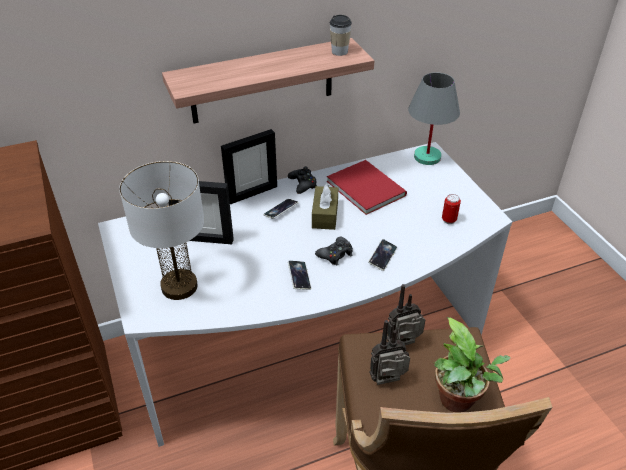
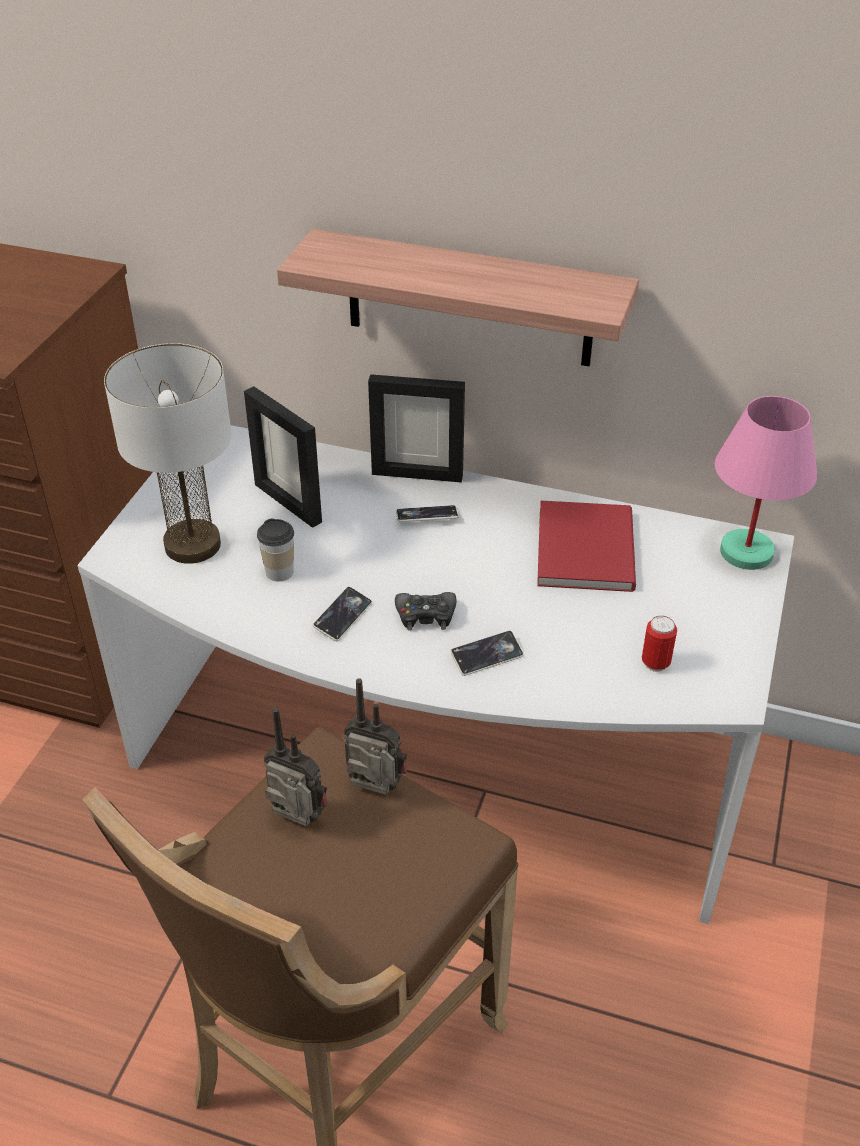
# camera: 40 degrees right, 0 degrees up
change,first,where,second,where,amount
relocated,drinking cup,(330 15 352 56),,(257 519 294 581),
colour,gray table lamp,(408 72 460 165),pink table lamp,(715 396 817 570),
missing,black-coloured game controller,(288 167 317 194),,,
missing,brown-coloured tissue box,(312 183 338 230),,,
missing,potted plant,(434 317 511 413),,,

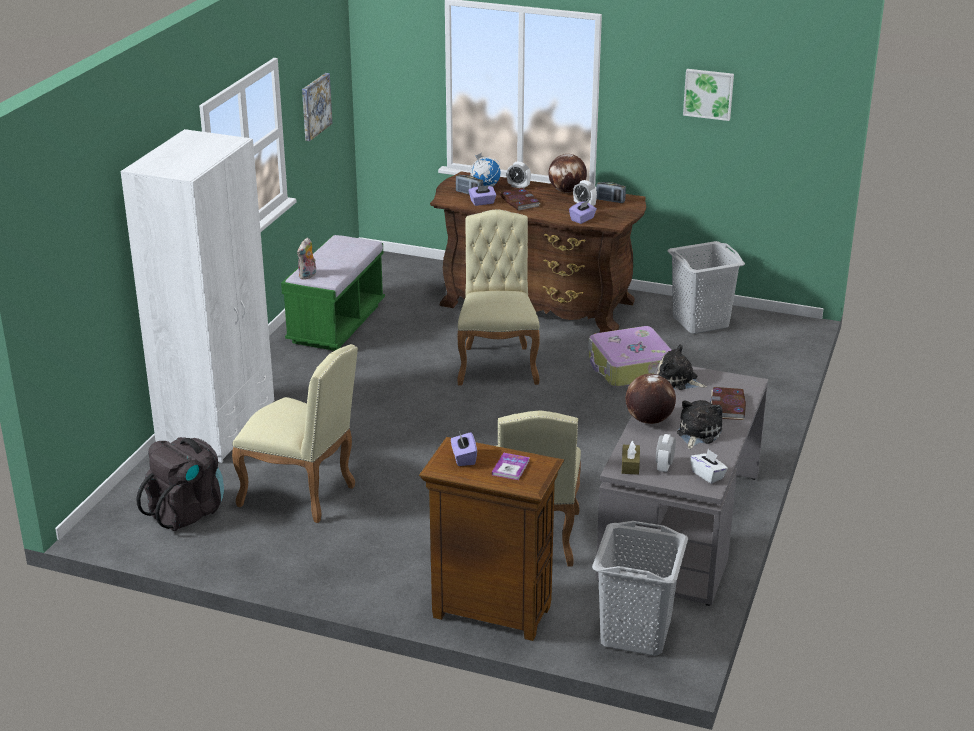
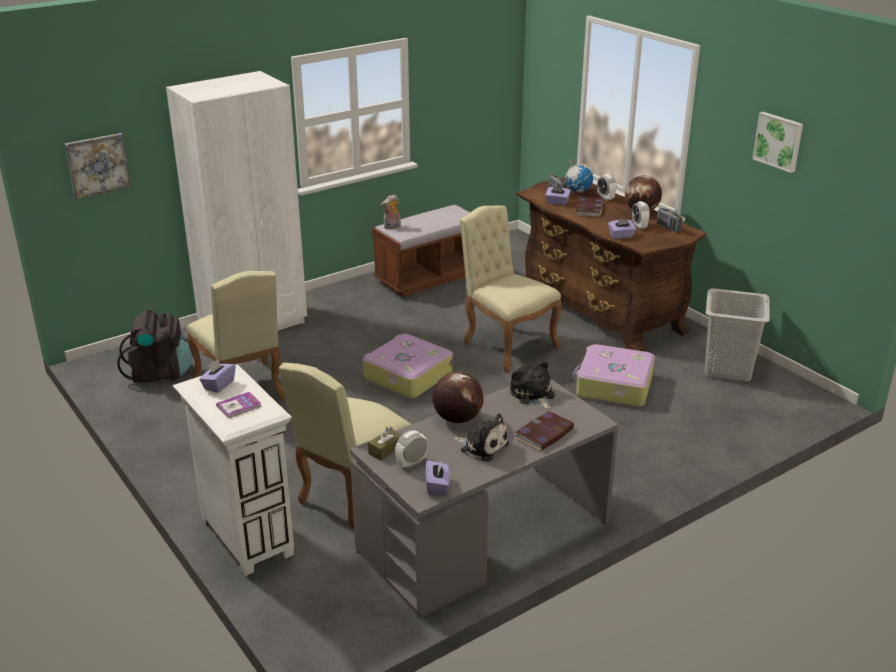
# camera: 35 degrees right, 0 degrees up
change,first,where,second,where,amount
relocated,wall picture,(302 73 332 141),,(64 133 131 199),
colour,brown-coloured cupboard,(419 437 564 641),white-coloured cupboard,(173 364 294 576),
appeared,,,travel case,(363 334 453 398),
colour,greenish long seat,(281 235 385 351),brown-coloured long seat,(372 205 470 297),
colour,white-coloured tissue box,(690 449 728 484),purple tissue box,(426 461 450 495),
spun,plush toy,(677 400 722 449),,(453 414 509 462),60 degrees clockwise
spun,beige upright chair,(458 209 540 386),,(460 205 561 373),75 degrees counterclockwise
missing,gray hamper,(592 521 688 656),,,

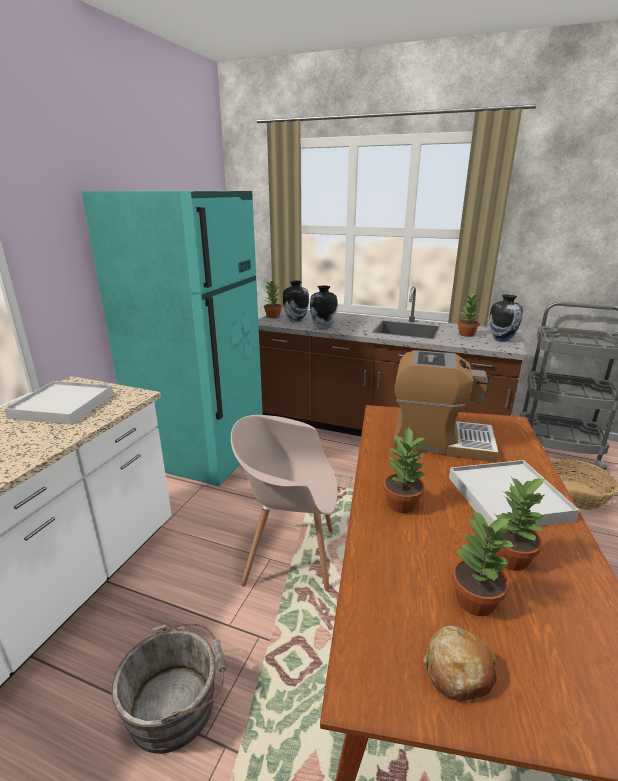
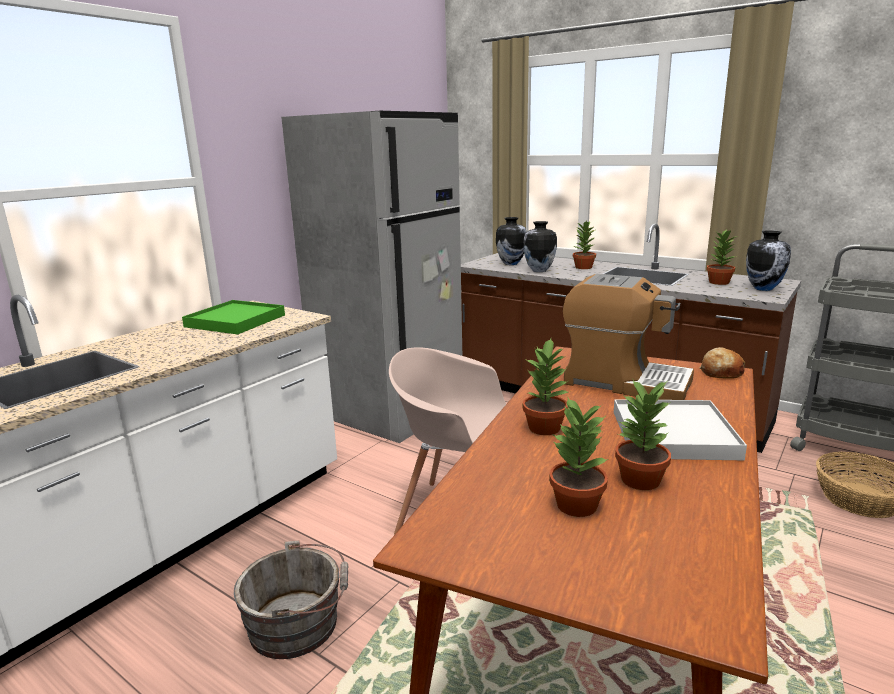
# camera: 15 degrees right, 5 degrees down
change,first,where,second,where,amount
colour,white-coloured serving tray,(4 381 114 425),greenish serving tray,(182 300 285 335),
colour,turquoise-coloured kitchen fridge,(81 191 263 487),gray kitchen fridge,(281 111 462 443),
relocated,potted plant,(264 279 282 318),,(573 221 596 269),
relocated,bakery bread,(423 625 497 702),,(699 347 745 379),

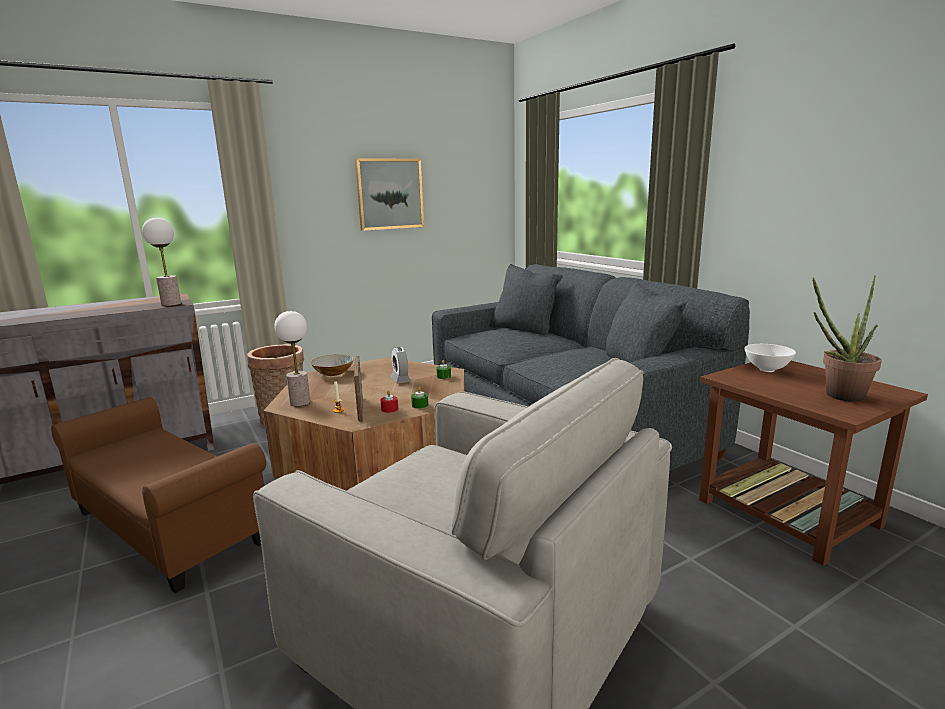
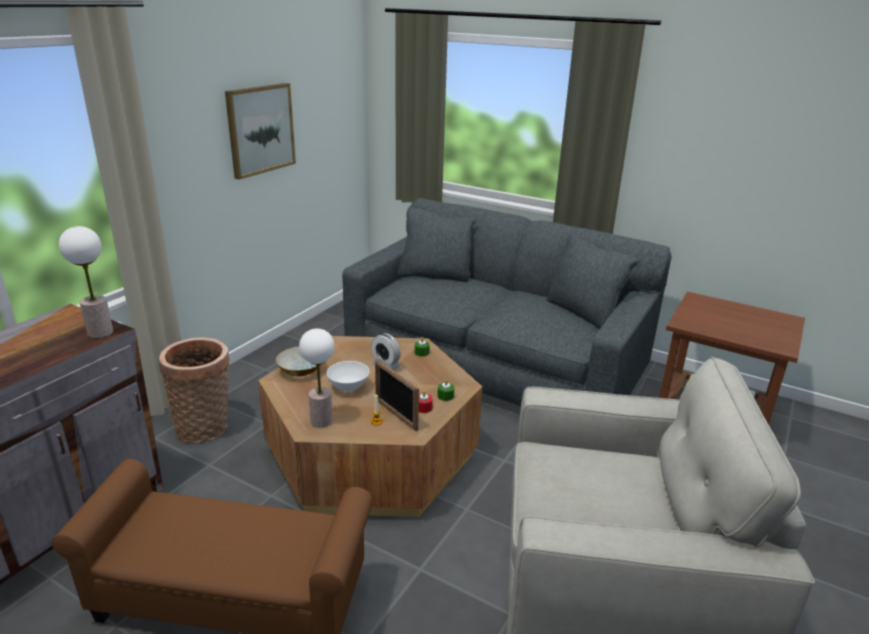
# camera: 30 degrees left, 10 degrees up
change,first,where,second,where,amount
relocated,white-coloured serving bowl,(744 344 796 372),,(327 361 370 392),
missing,potted plant,(813 275 881 402),,,

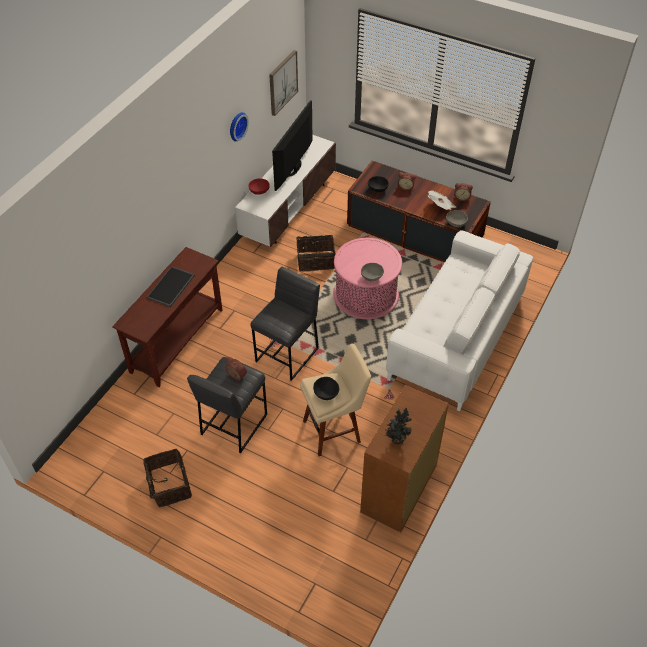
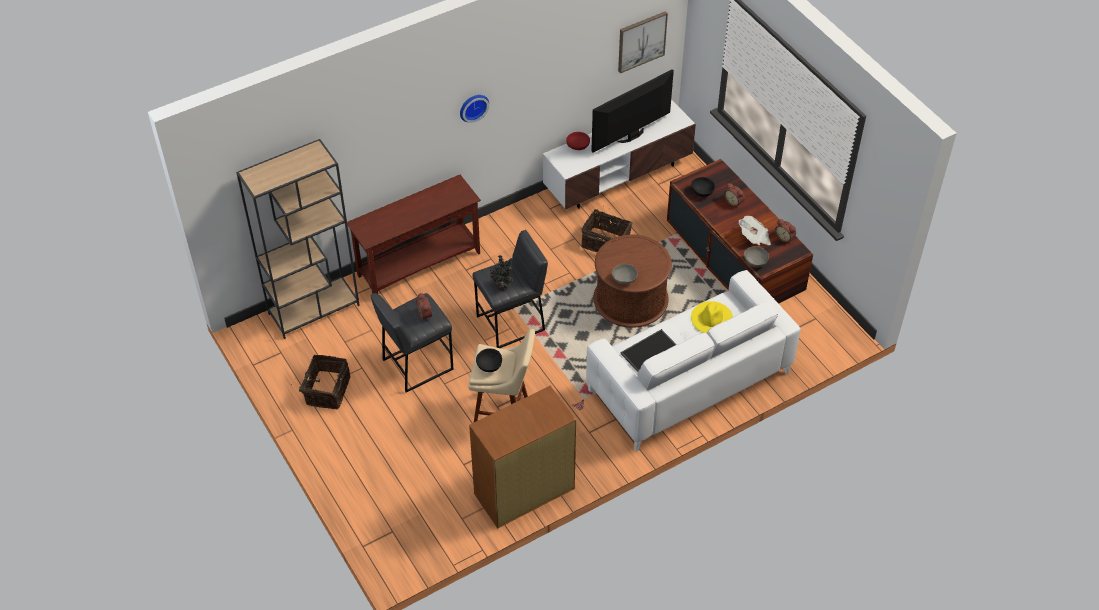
# camera: 30 degrees right, 0 degrees up
change,first,where,second,where,amount
appeared,,,bookshelf,(236 139 360 339),
relocated,clock on the wall,(230 112 249 142),,(460 95 489 123),
relocated,potted plant,(385 408 412 444),,(489 255 513 290),
colour,pink low table,(333 238 402 319),brown-coloured low table,(593 235 672 328),
relocated,serving tray,(146 266 195 307),,(620 329 677 372),
appeared,,,yellowish hat,(691 301 733 333),

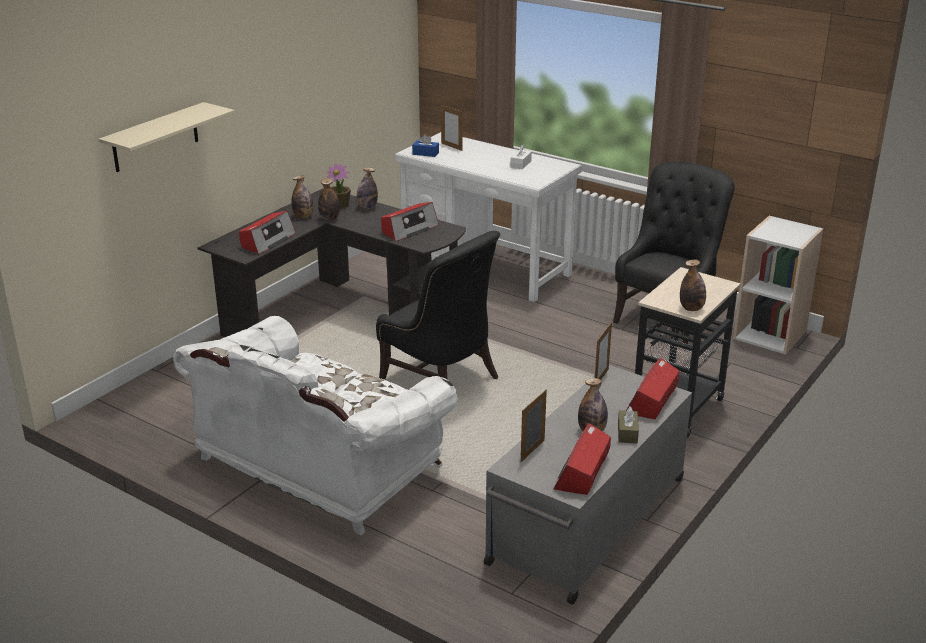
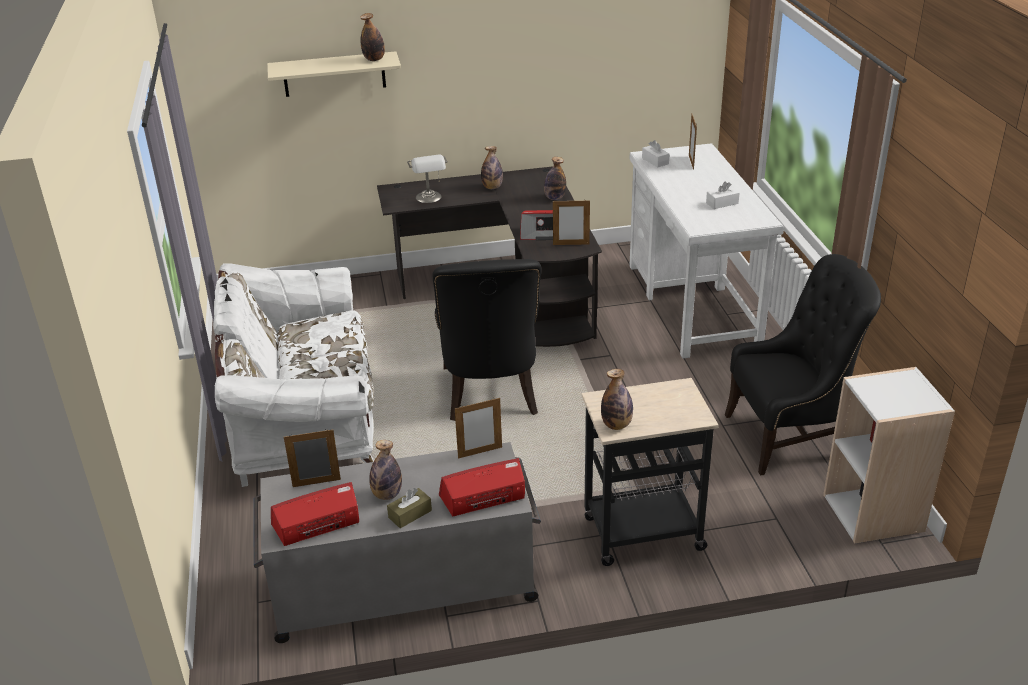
# camera: 45 degrees right, 5 degrees up
change,first,where,second,where,amount
relocated,beverage bottle,(318 178 340 220),,(360 13 385 61),
exchanged,radio set,(239 211 296 254),white-coloured table lamp,(407 155 448 203),
appeared,,,standing frame,(553 199 590 245),
colour,blue-coloured tissue box,(412 134 439 157),white-coloured tissue box,(642 140 669 168),
missing,potted plant,(327 164 351 208),,,

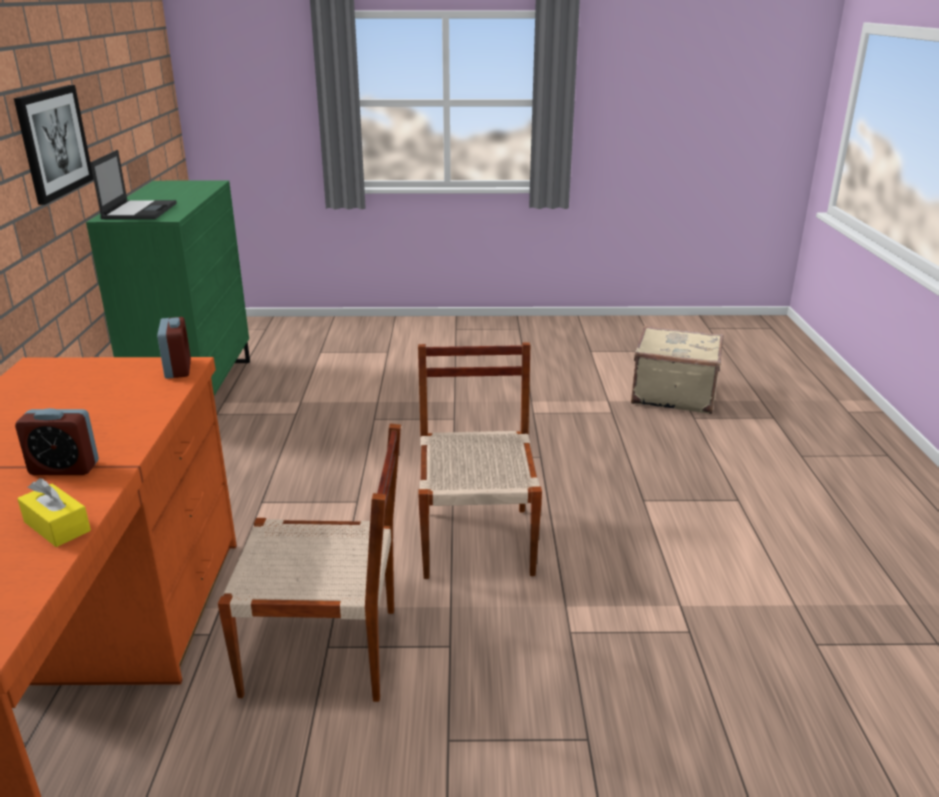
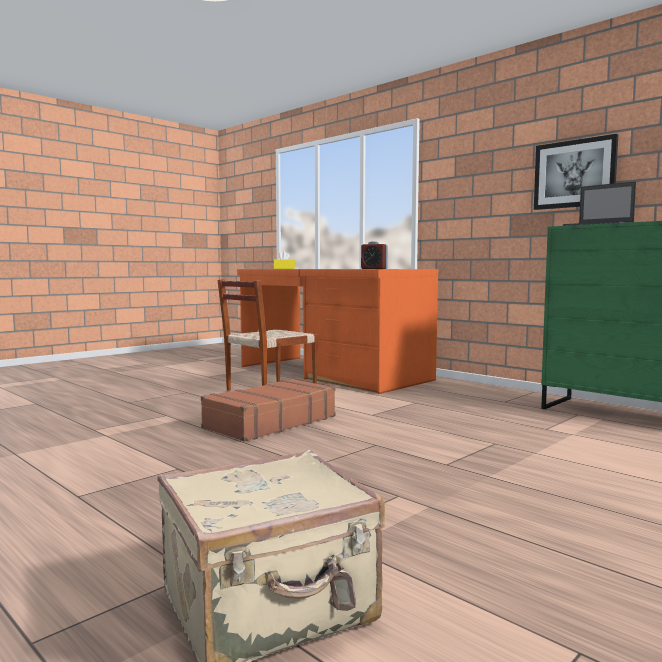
# camera: 135 degrees right, 20 degrees down
change,first,where,second,where,amount
exchanged,upright chair,(418 342 542 579),brown-coloured travel case,(201 378 336 442),
missing,bedside clock,(15 408 99 475),,,

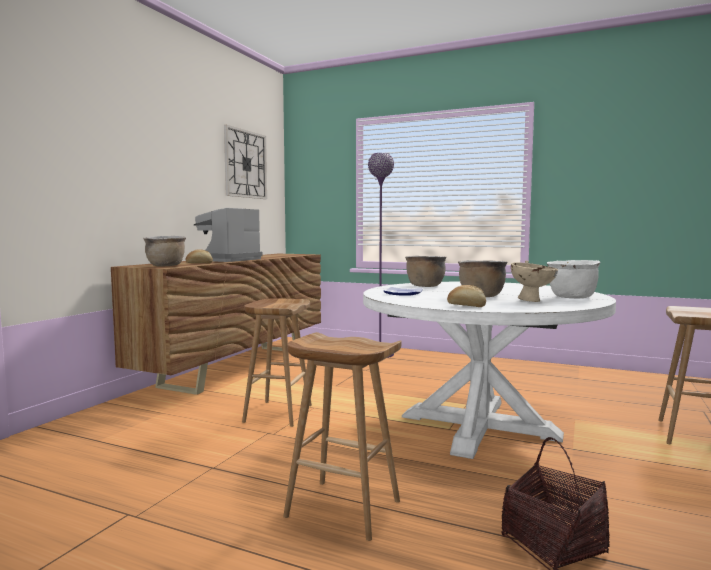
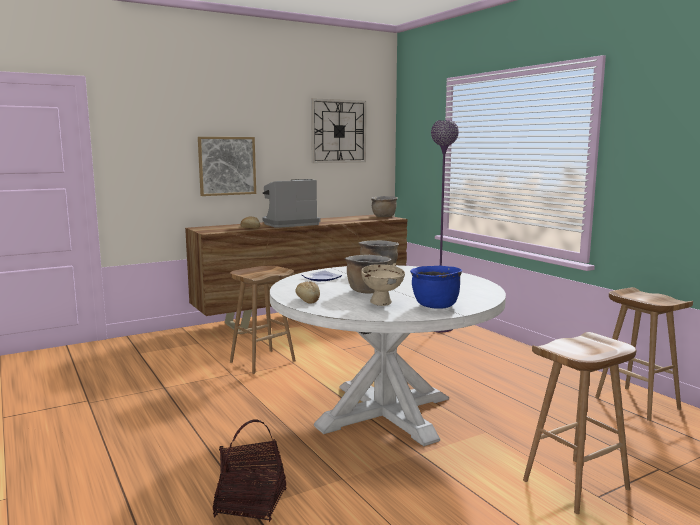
# camera: 35 degrees right, 5 degrees up
change,first,where,second,where,amount
appeared,,,wall picture,(198 137 256 196),
relocated,brown-coloured stockpot,(143 236 186 267),,(371 196 398 217),
colour,white-coloured stockpot,(547 260 600 298),blue-coloured stockpot,(410 265 462 309),
relocated,brown-coloured sitting stool,(283 332 401 541),,(595 287 693 421),

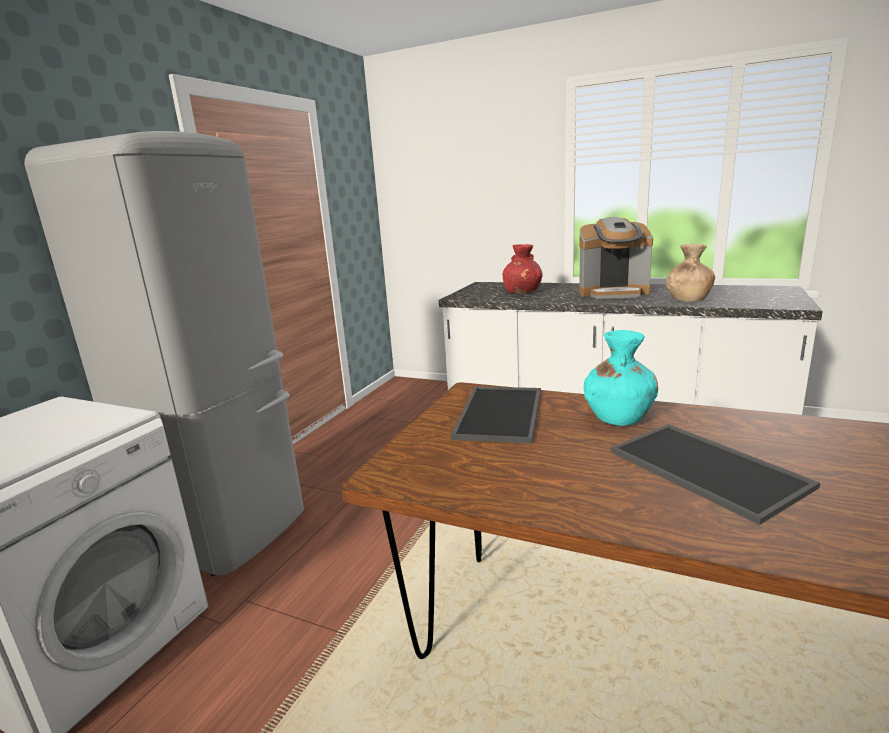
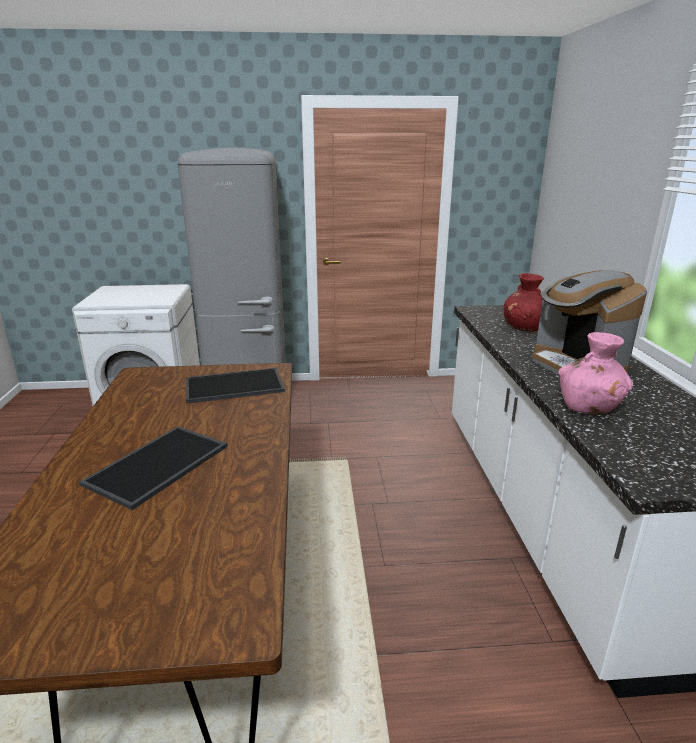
# camera: 60 degrees right, 5 degrees up
change,first,where,second,where,amount
colour,brown-coloured vase,(666 244 715 302),pink vase,(558 332 633 414),
missing,turquoise-coloured vase,(583 330 658 426),,,

